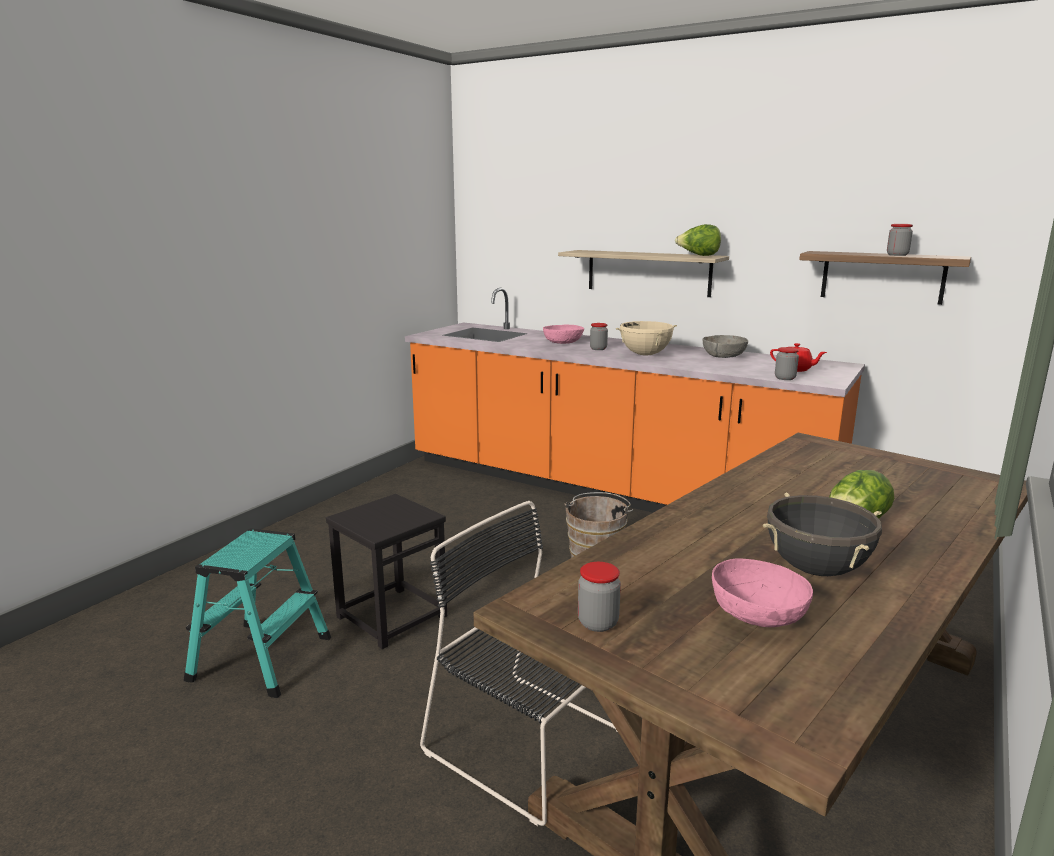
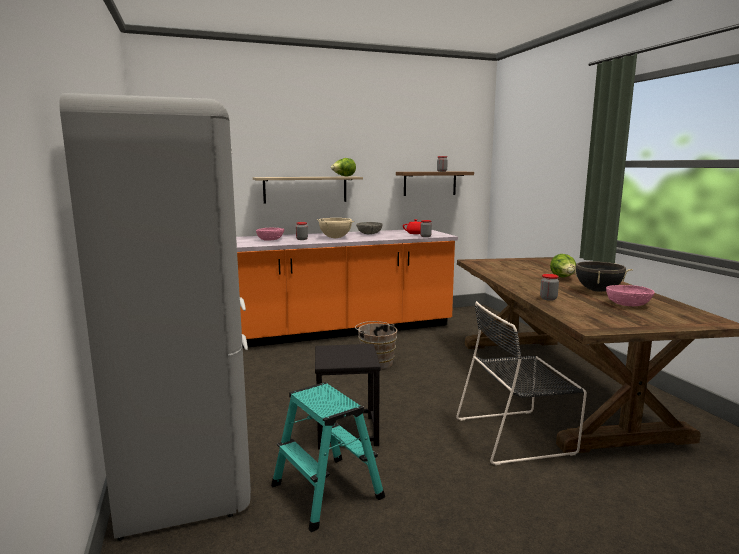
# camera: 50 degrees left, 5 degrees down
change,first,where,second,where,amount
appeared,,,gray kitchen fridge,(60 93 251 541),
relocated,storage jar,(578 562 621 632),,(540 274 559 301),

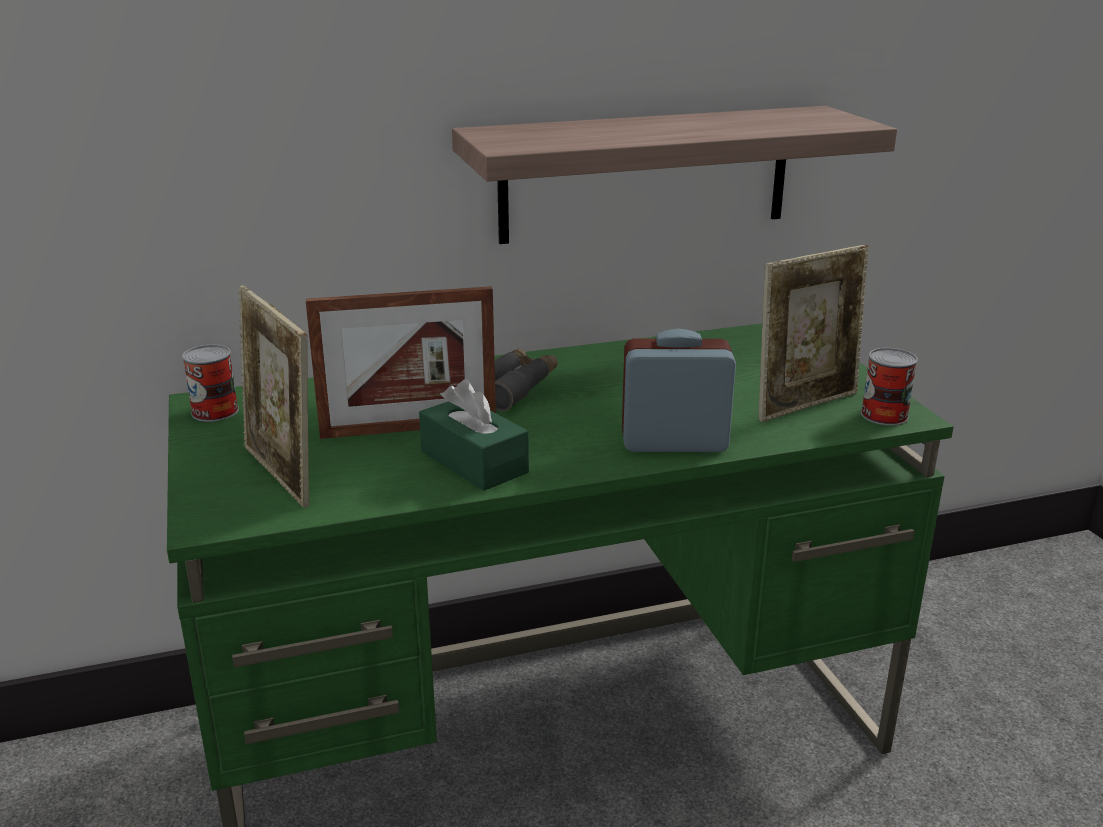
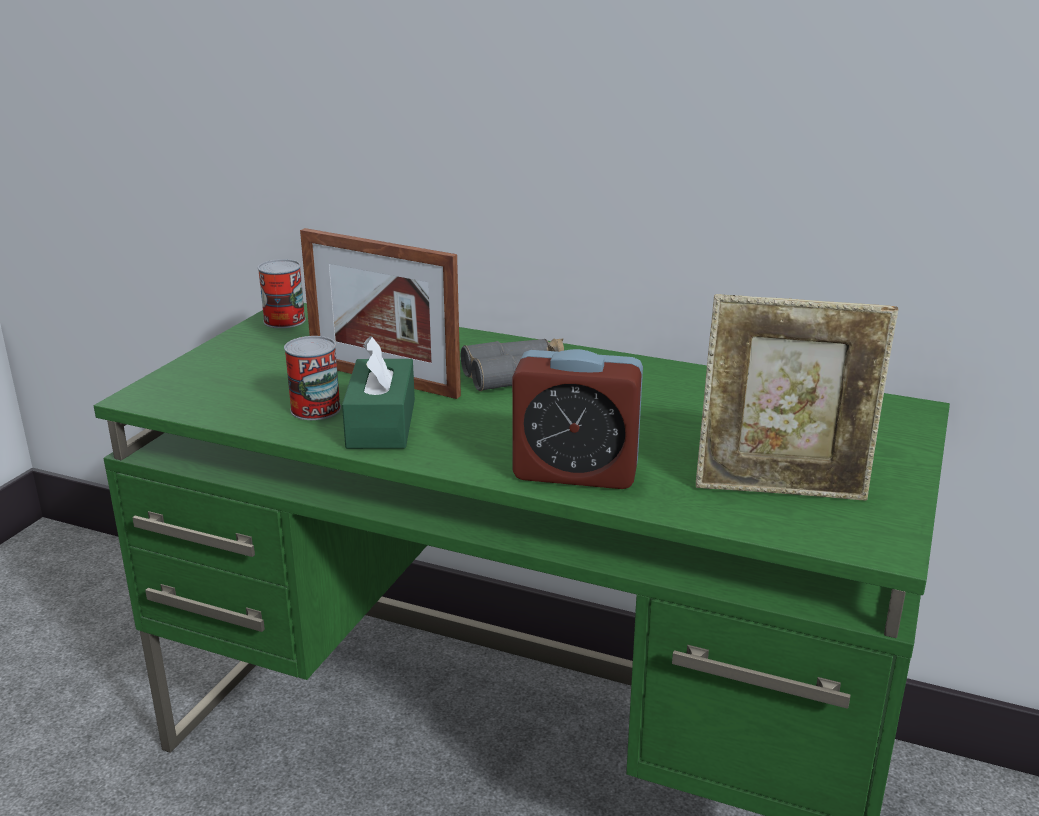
# camera: 40 degrees right, 0 degrees up
change,first,where,second,where,amount
relocated,can,(861 348 918 426),,(284 336 341 420),
spun,bedside clock,(622 329 736 452),,(512 349 643 489),150 degrees clockwise
missing,standing frame,(238 285 309 508),,,
missing,wall shelf,(452 106 897 244),,,

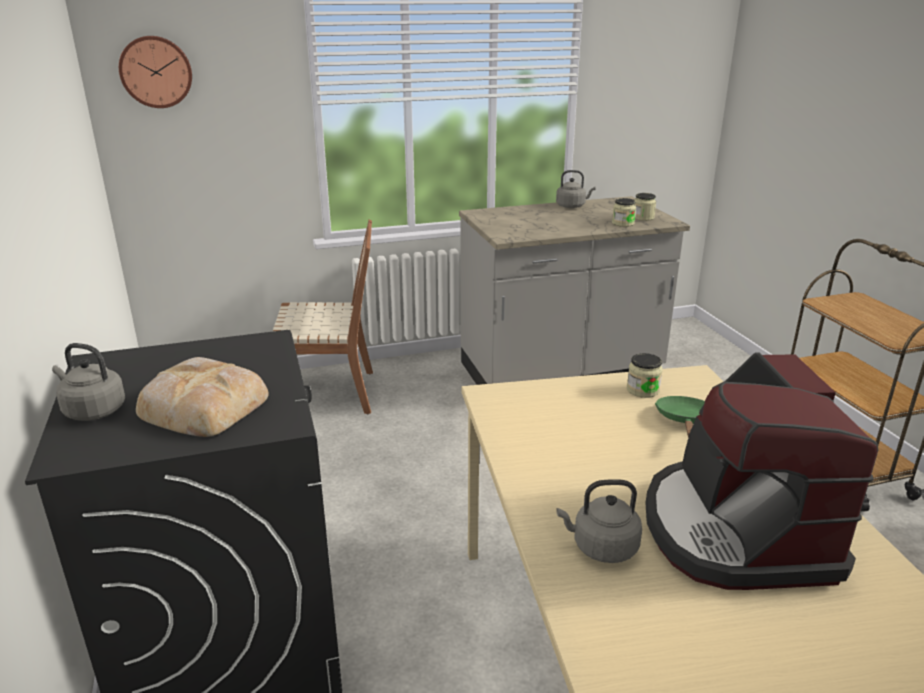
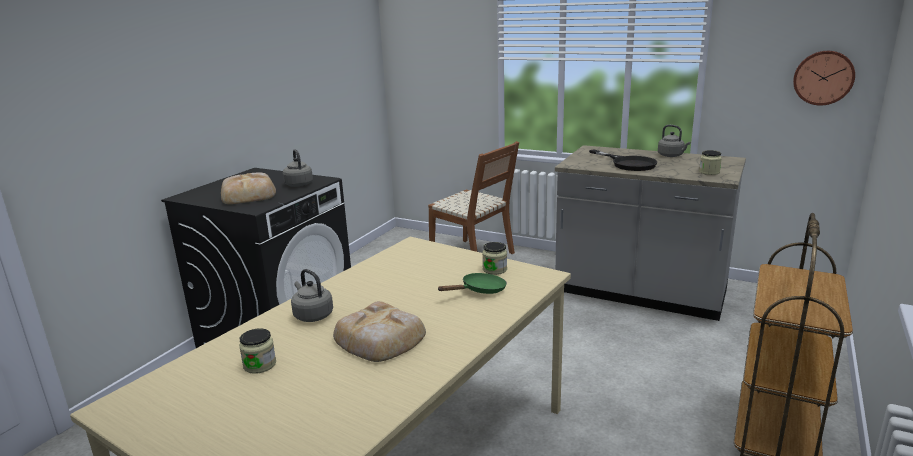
# camera: 45 degrees right, 5 degrees down
change,first,where,second,where,amount
relocated,storage jar,(612 198 636 227),,(239 328 276 374),
relocated,gray kettle,(52 343 125 421),,(283 149 313 187),
exchanged,coffee brewer,(645 352 878 590),bakery bread,(333 301 426 362),
appeared,,,black-coloured frying pan,(589 150 657 171),
relocated,clock on the wall,(119 36 192 108),,(793 51 855 105),

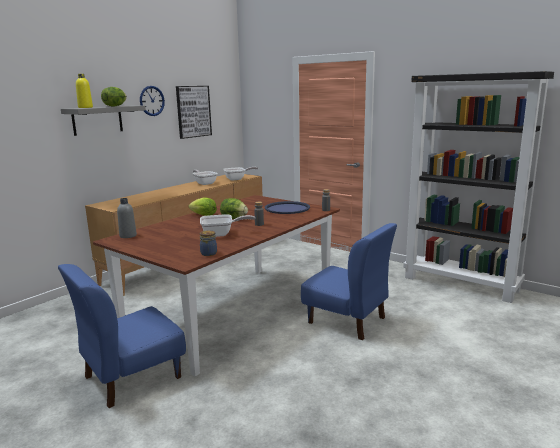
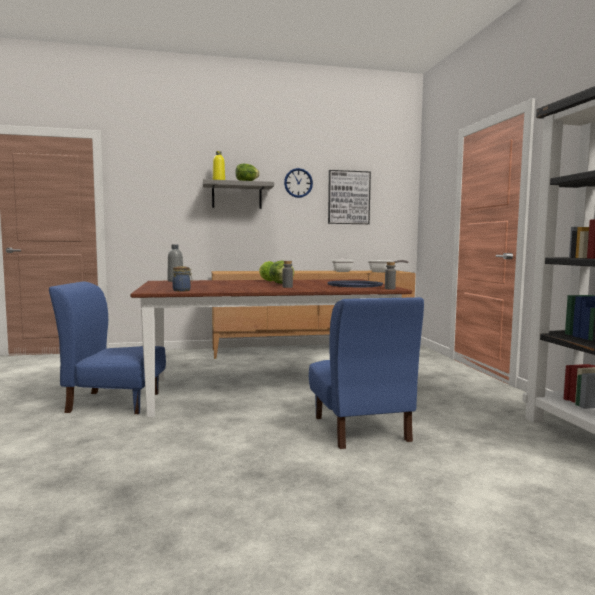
# camera: 40 degrees right, 10 degrees down
change,first,where,second,where,amount
missing,frying pan,(200 214 255 237),,,

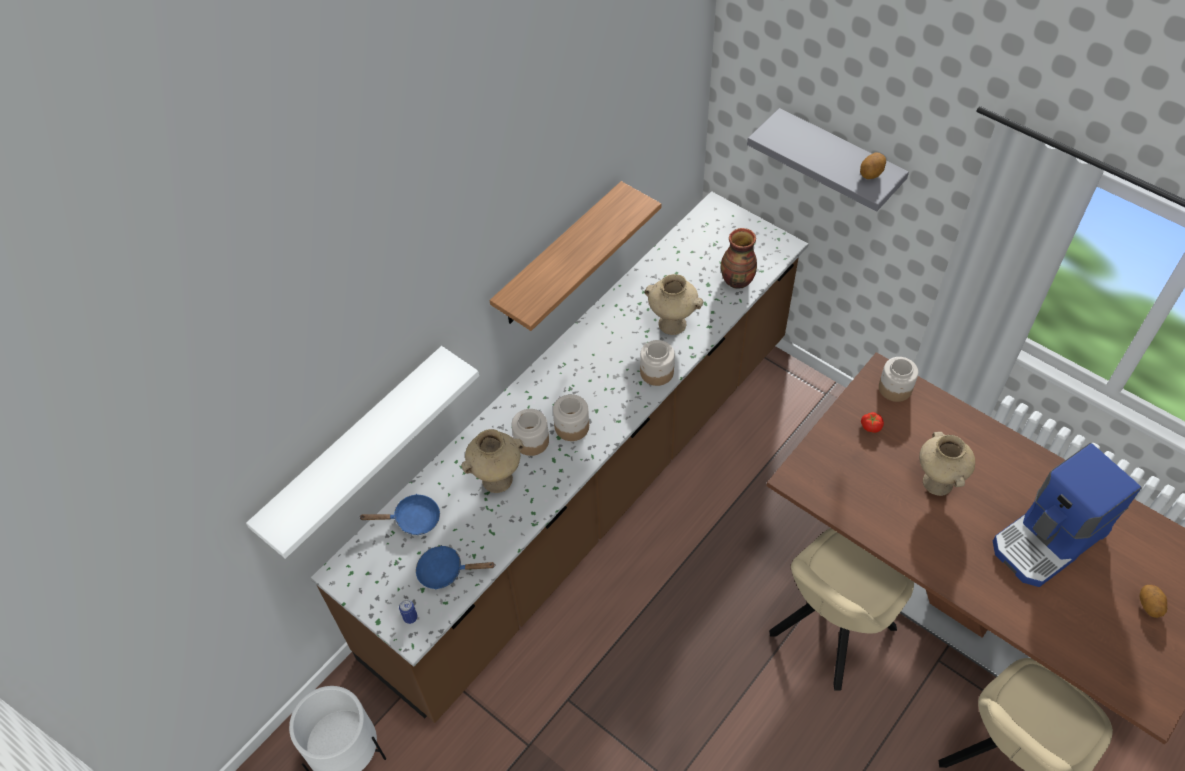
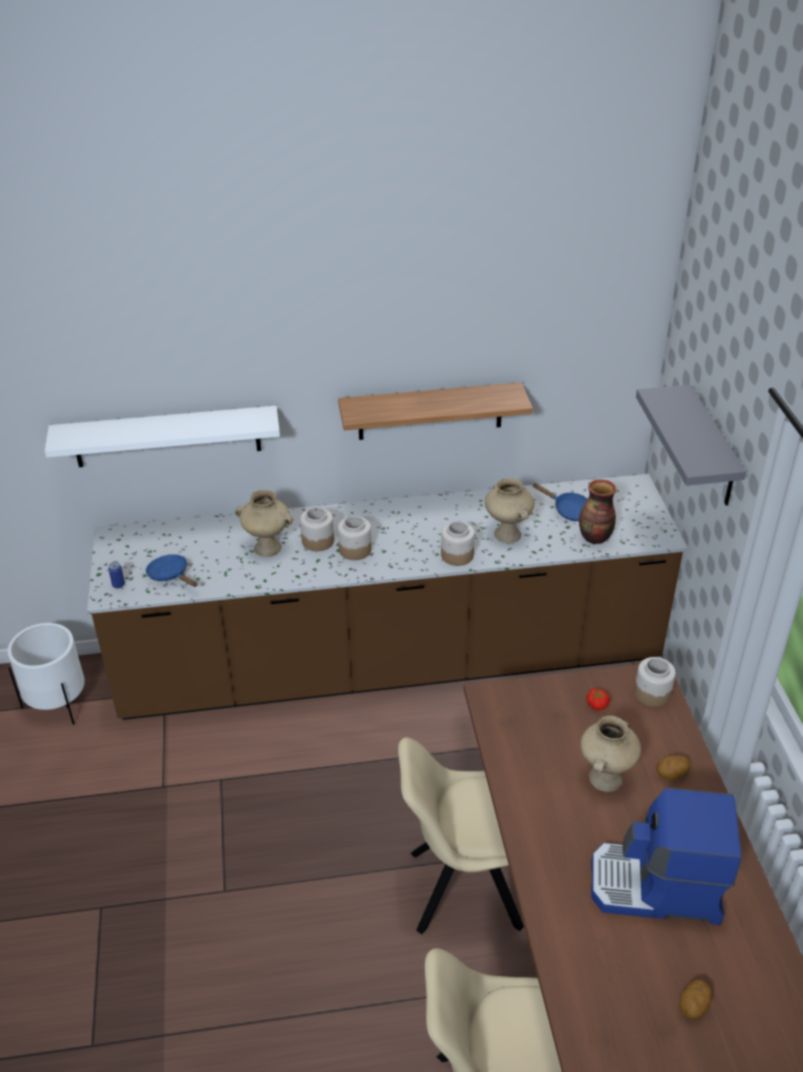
# camera: 40 degrees right, 15 degrees down
change,first,where,second,where,amount
relocated,blue-coloured frying pan,(359 494 440 535),,(532 483 587 521),
relocated,whole potato,(860 152 886 179),,(656 755 691 780),

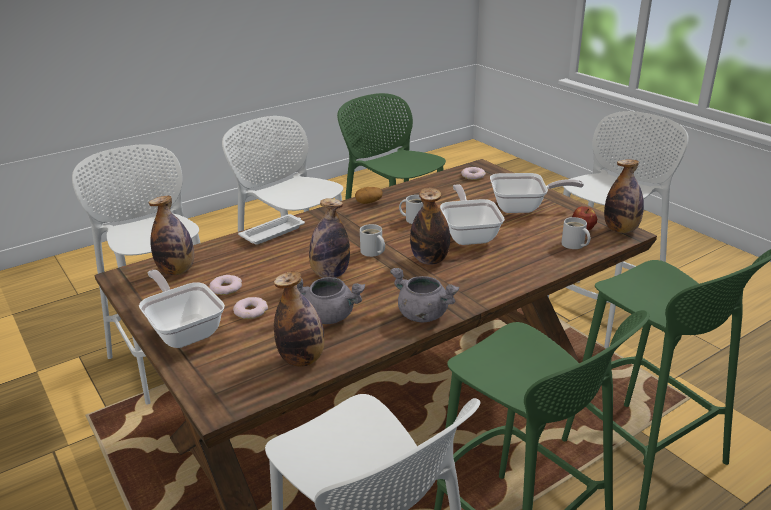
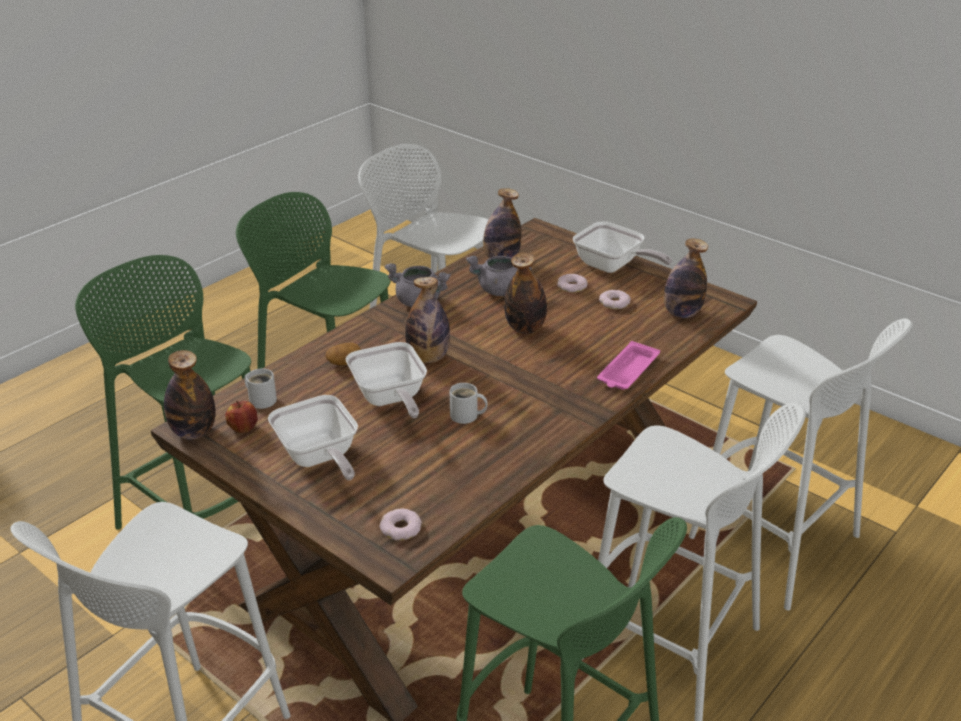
# camera: 165 degrees right, 5 degrees up
change,first,where,second,where,amount
spun,frying pan,(490 173 584 213),,(268 395 358 480),105 degrees counterclockwise
relocated,whole potato,(355 187 383 204),,(326 343 361 365),
colour,white-coloured serving tray,(238 214 305 245),pink serving tray,(597 341 660 390),
missing,white-coloured coffee mug,(360 224 385 257),,,

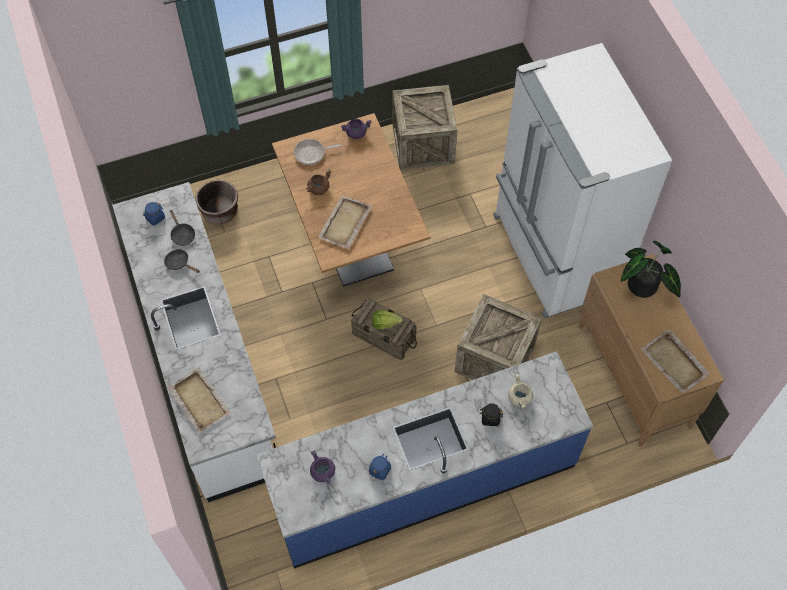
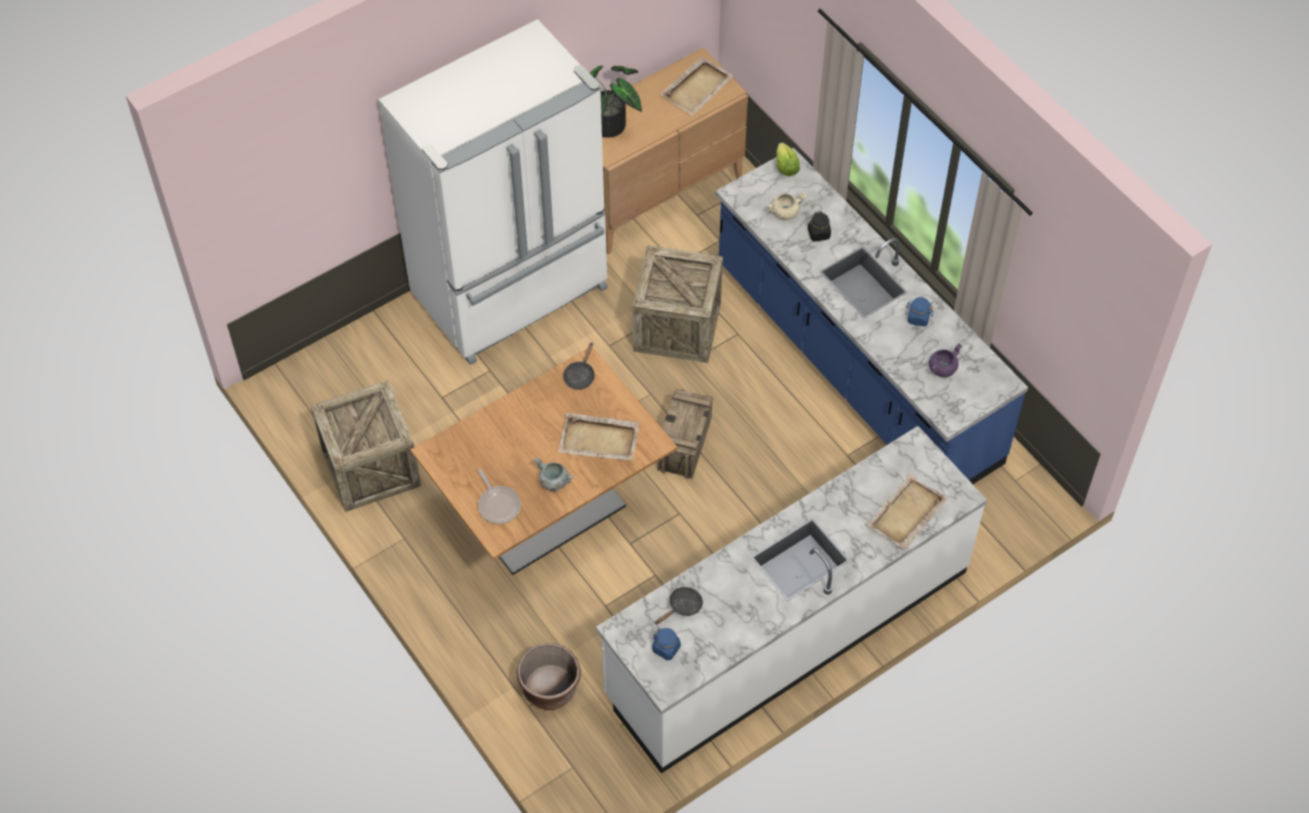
# camera: 105 degrees left, 5 degrees down
change,first,where,second,where,amount
colour,brown-coloured stockpot,(306 170 331 195),gray stockpot,(534 457 573 491),
relocated,black-coloured frying pan,(164 249 200 273),,(563 343 595 390),
relocated,head of lettuce,(372 310 403 329),,(776 142 800 176),
missing,purple stockpot,(341 119 372 139),,,

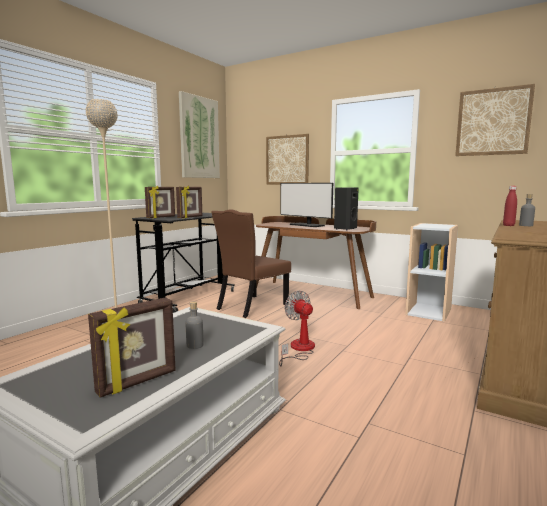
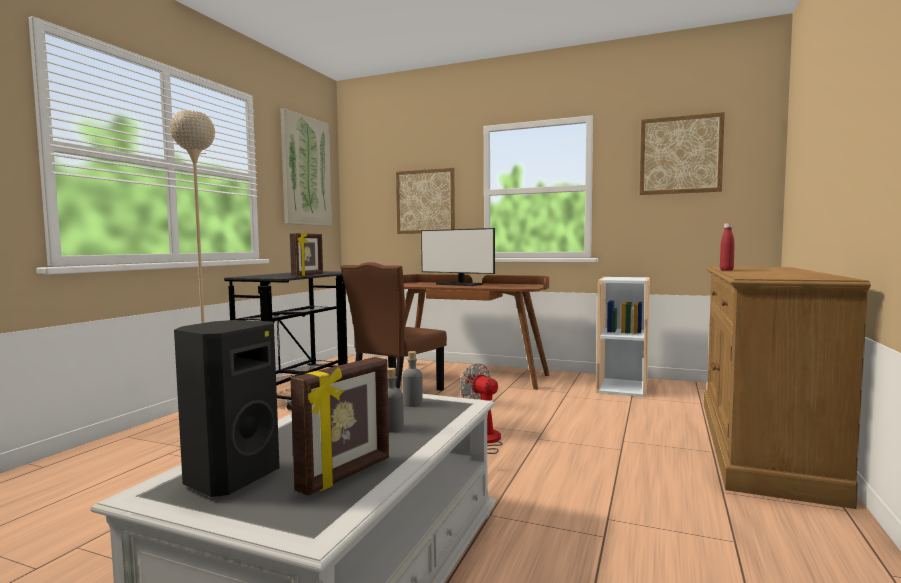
# camera: 10 degrees left, 5 degrees down
change,first,where,second,where,amount
relocated,black-coloured loudspeaker,(334 187 359 230),,(174 320 280 497),
relocated,gray beverage bottle,(519 194 535 226),,(402 351 423 407),
missing,standing frame,(145 185 175 218),,,

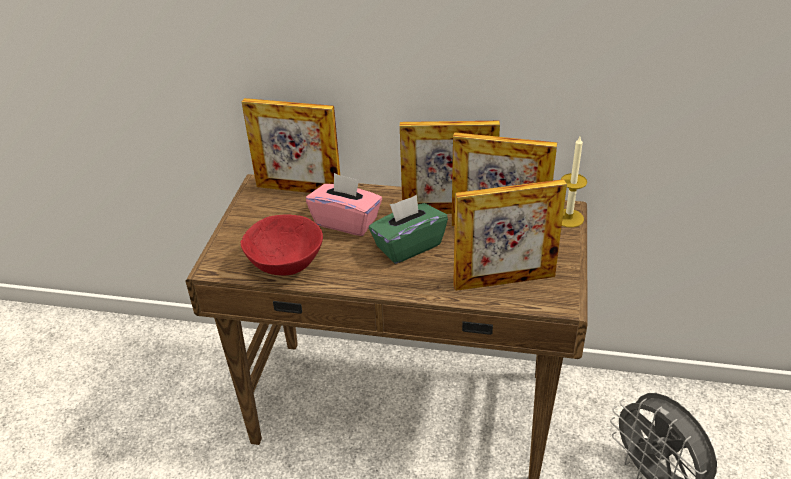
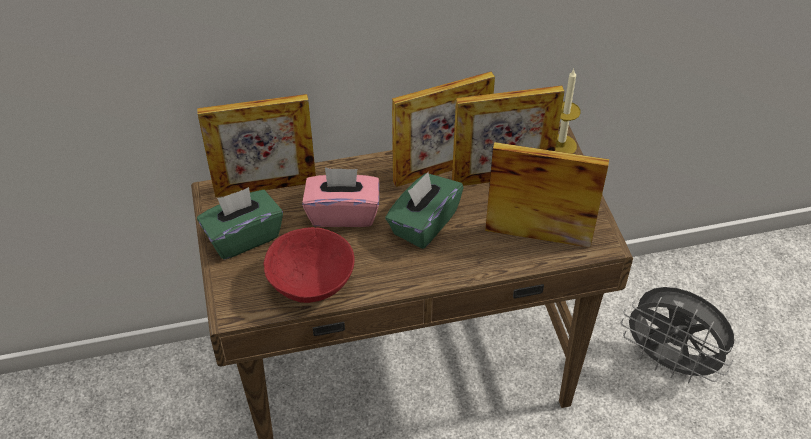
# camera: 25 degrees left, 10 degrees up
change,first,where,second,where,amount
appeared,,,greenish tissue box,(197 187 283 260),
spun,standing frame,(453 179 567 291),,(485 142 609 248),135 degrees counterclockwise

